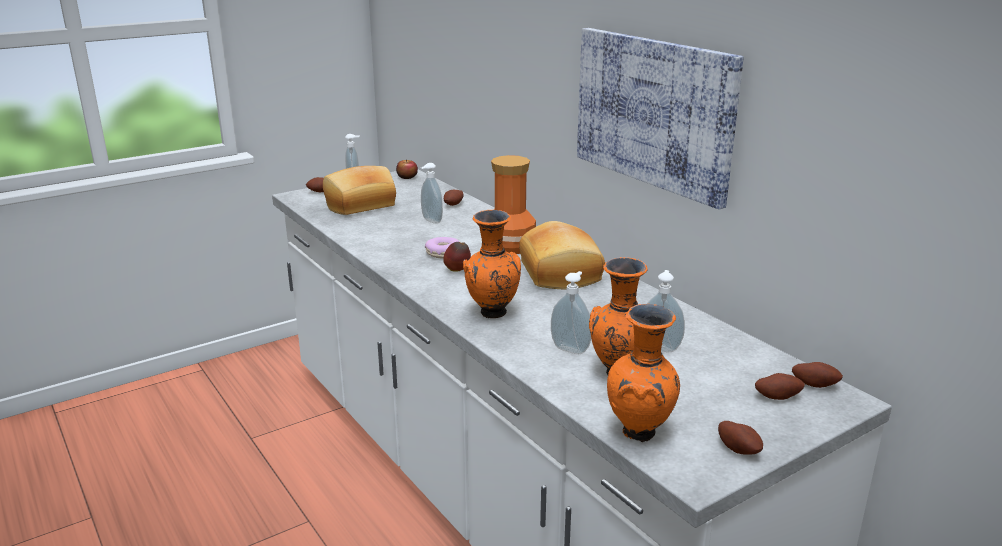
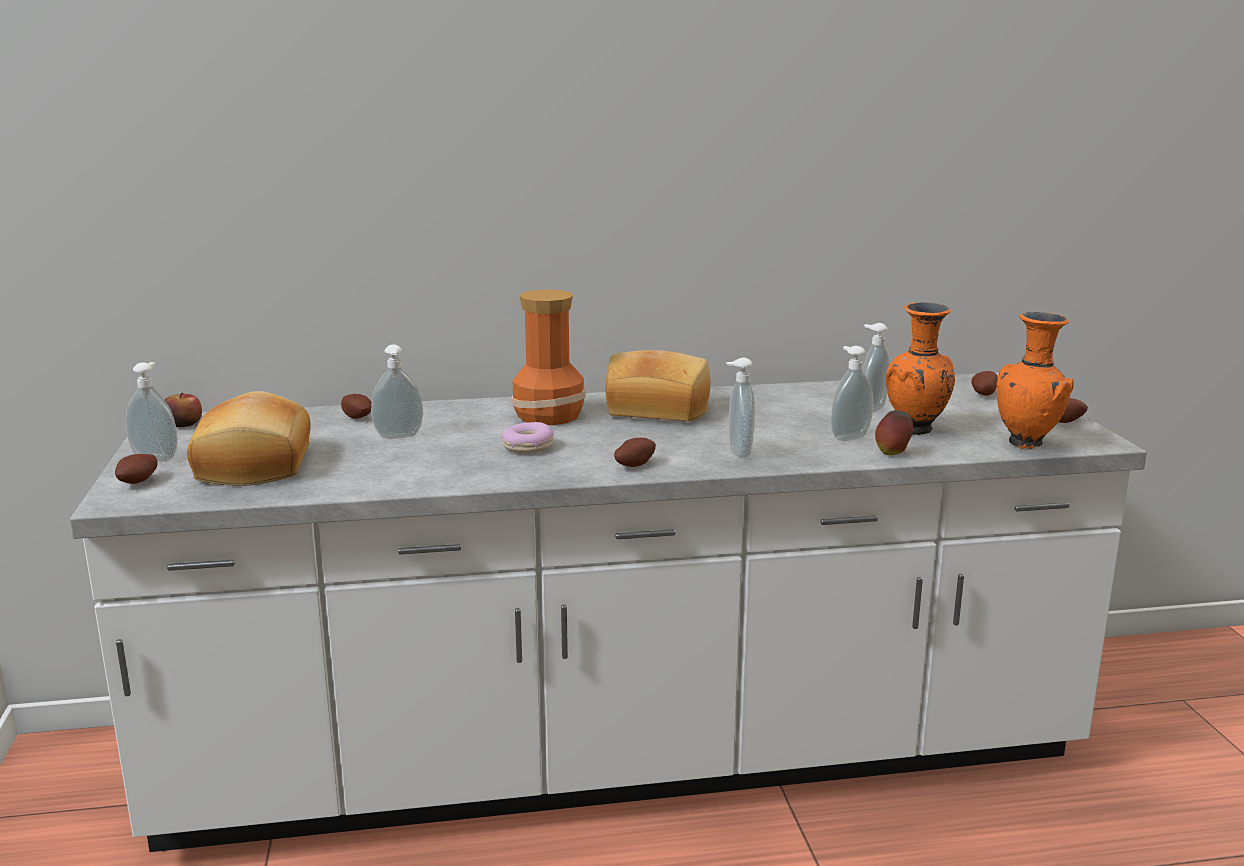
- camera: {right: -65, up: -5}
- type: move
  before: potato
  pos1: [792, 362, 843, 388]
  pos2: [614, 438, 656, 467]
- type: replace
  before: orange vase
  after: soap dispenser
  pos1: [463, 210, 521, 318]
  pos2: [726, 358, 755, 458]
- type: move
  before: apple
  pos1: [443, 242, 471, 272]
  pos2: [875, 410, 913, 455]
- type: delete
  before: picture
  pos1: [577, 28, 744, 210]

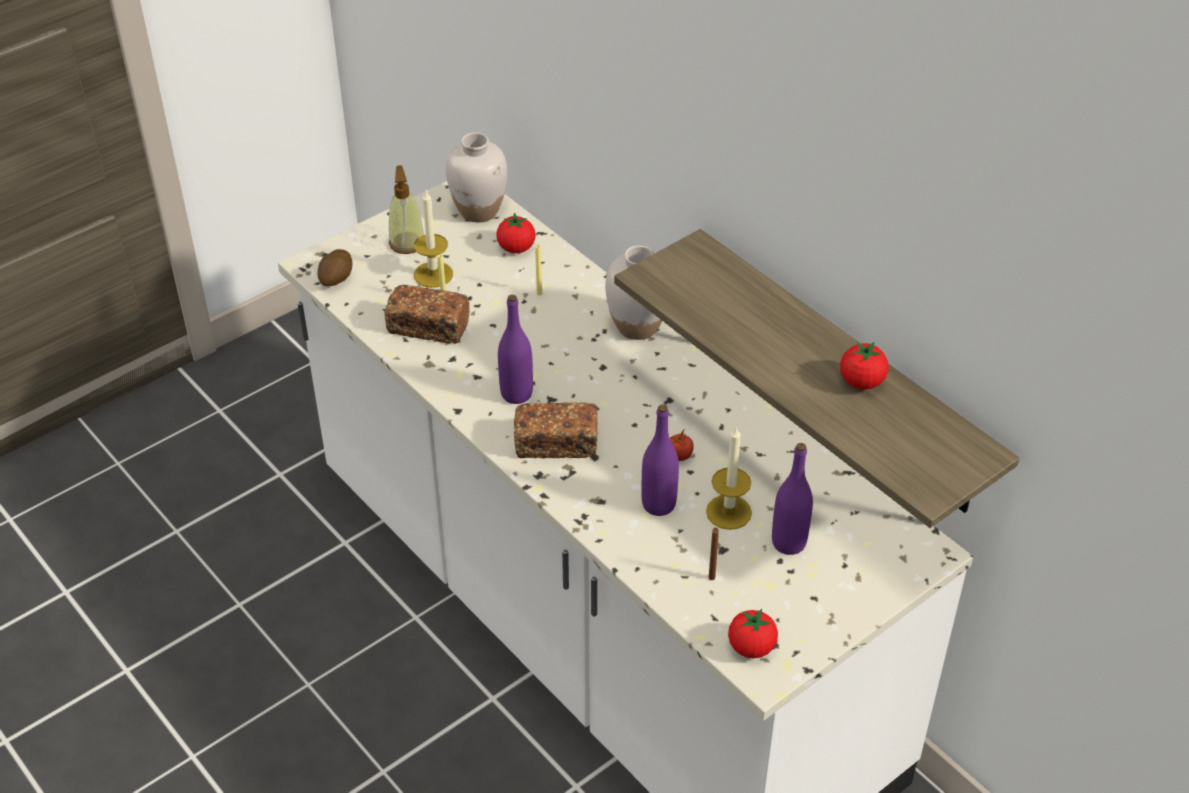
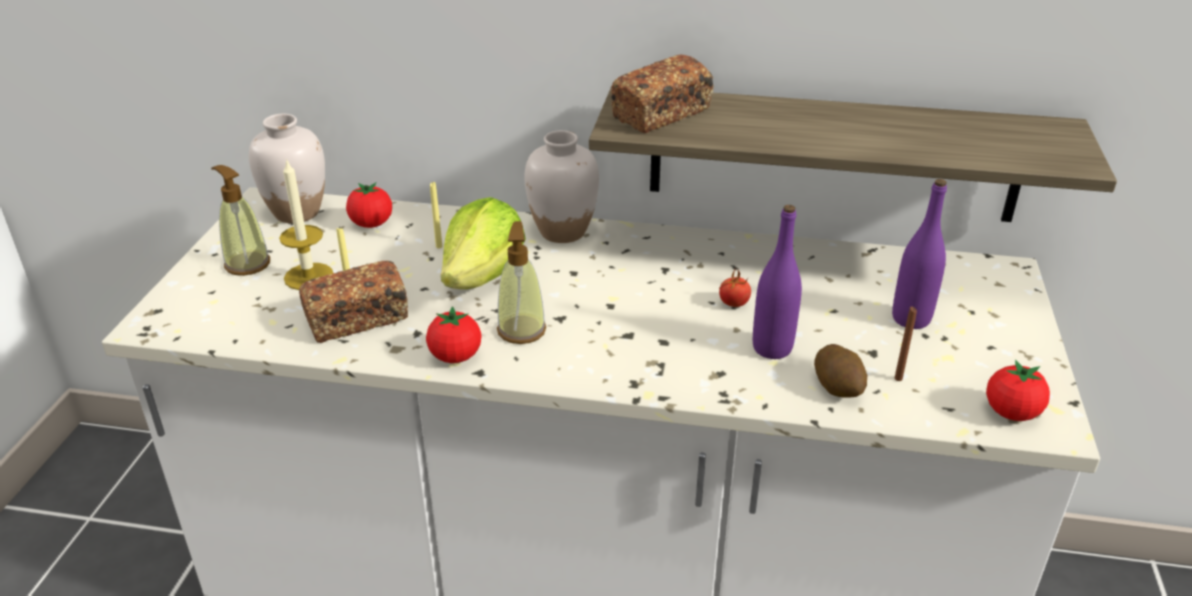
- camera: {right: -40, up: -10}
- type: move
  before: tomato
  pos1: [840, 342, 889, 389]
  pos2: [426, 306, 481, 363]
- type: insert
  after: lettuce
  pos2: [441, 197, 526, 289]
- type: replace
  before: purple bottle
  after: soap dispenser
  pos1: [498, 295, 533, 404]
  pos2: [497, 221, 546, 344]
- type: move
  before: bread
  pos1: [514, 402, 598, 458]
  pos2: [611, 55, 714, 133]
- type: move
  before: potato
  pos1: [317, 249, 352, 286]
  pos2: [814, 344, 867, 398]
- type: delete
  before: candle
  pos1: [706, 427, 752, 530]

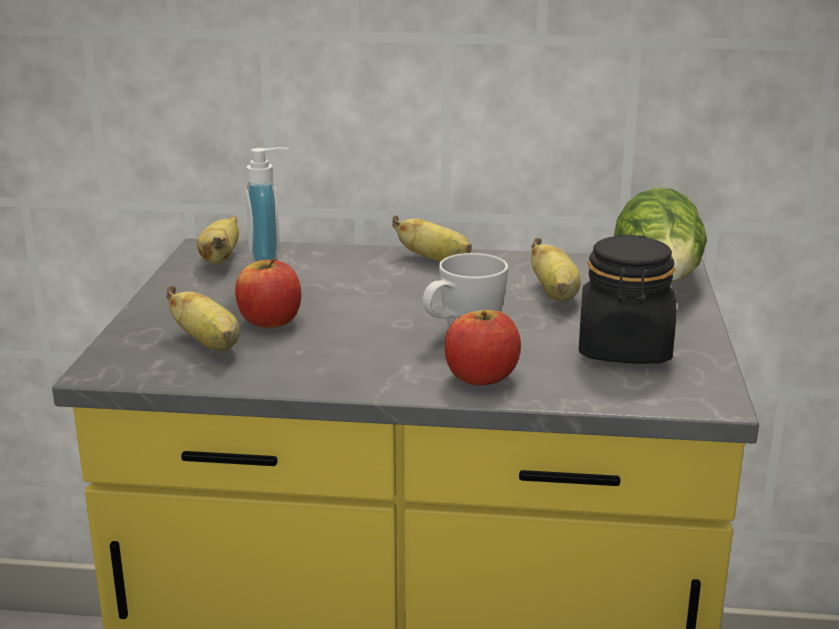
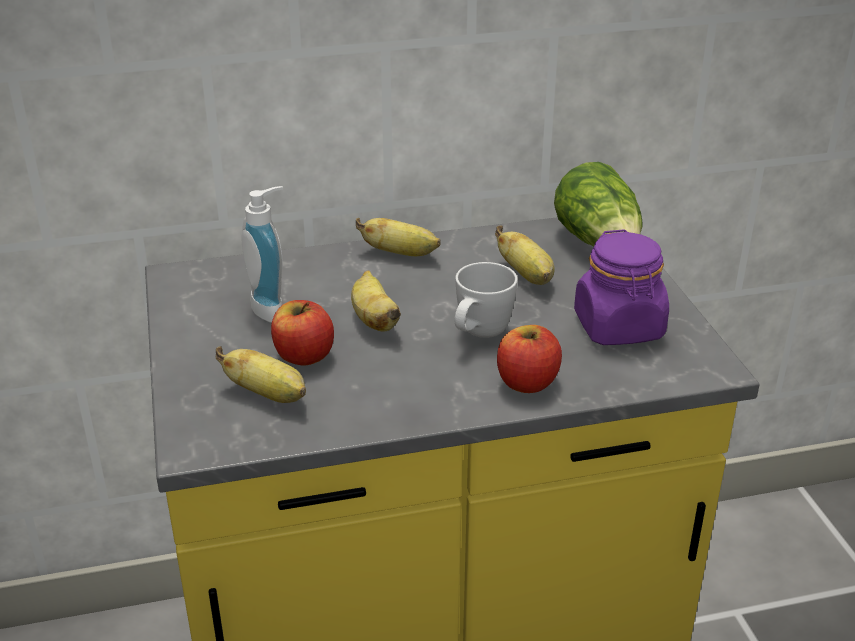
- camera: {right: -20, up: 10}
- type: move
  before: banana
  pos1: [197, 216, 239, 265]
  pos2: [351, 270, 401, 332]
- type: recolor
  before: black jar
  after: purple jar
  pos1: [579, 234, 676, 364]
  pos2: [574, 229, 669, 345]

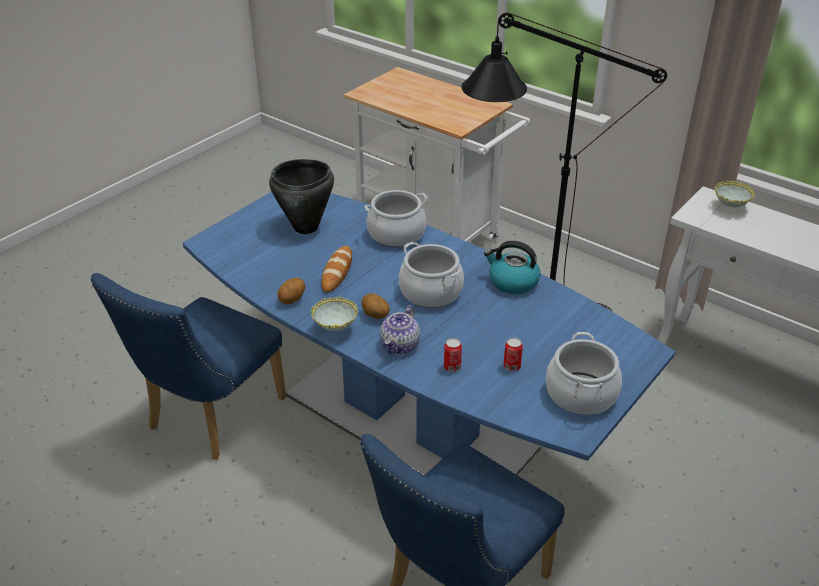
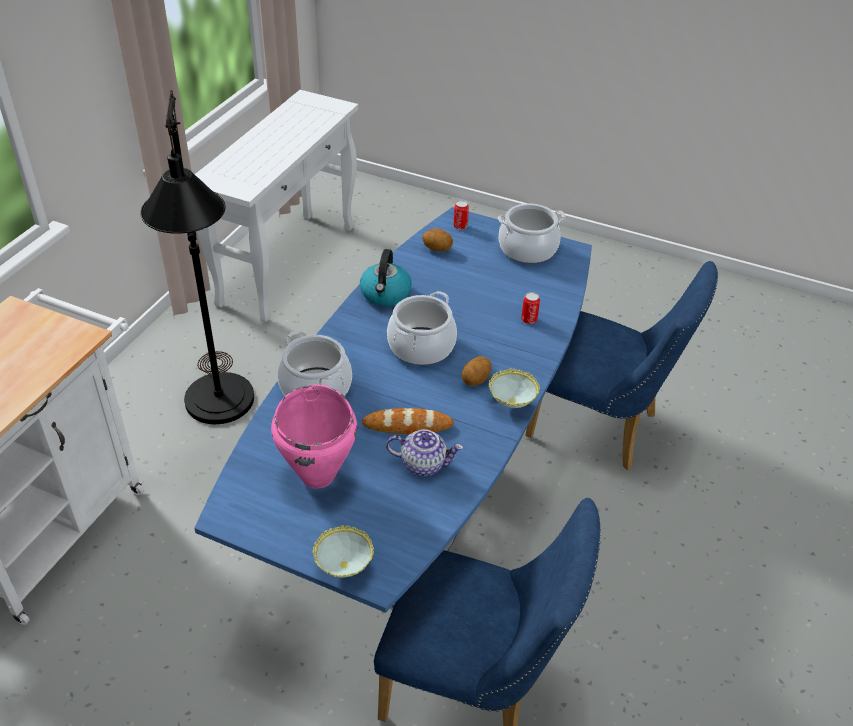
- camera: {right: -105, up: 5}
- type: recolor
  before: black cooking pot
  after: pink cooking pot
  pos1: [269, 159, 334, 234]
  pos2: [271, 384, 357, 489]
- type: move
  before: bowl
  pos1: [714, 181, 755, 209]
  pos2: [313, 525, 374, 578]
- type: move
  before: teapot
  pos1: [380, 305, 420, 354]
  pos2: [386, 429, 463, 476]
- type: move
  before: potato
  pos1: [277, 278, 305, 304]
  pos2: [422, 229, 453, 251]
- type: move
  before: can
  pos1: [503, 338, 523, 371]
  pos2: [453, 200, 469, 230]

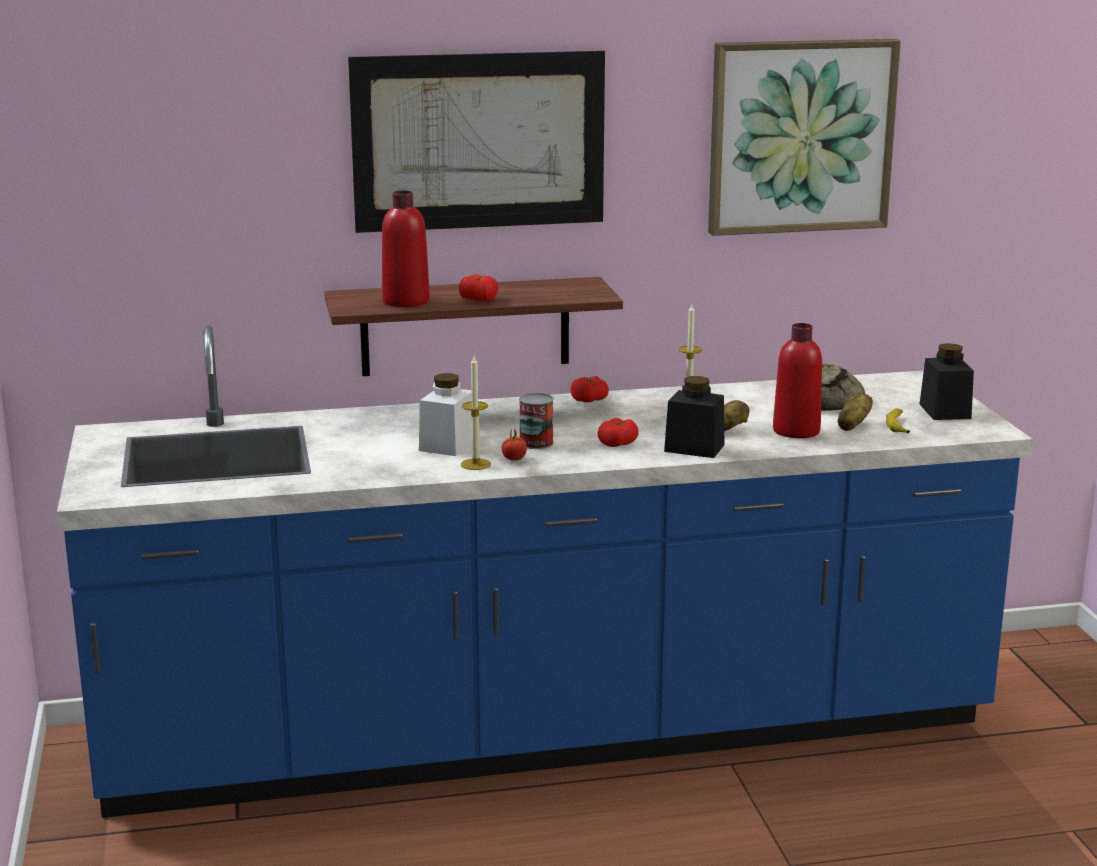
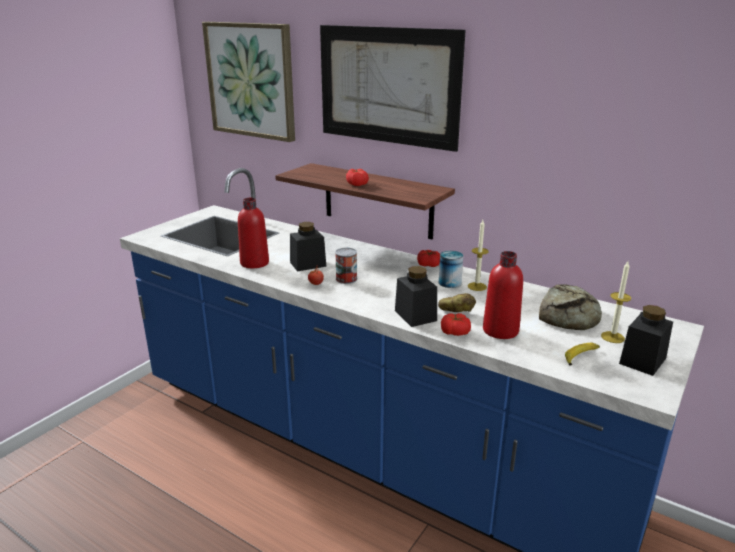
- camera: {right: 45, up: 5}
- type: move
  before: picture
  pos1: [708, 39, 901, 236]
  pos2: [202, 22, 295, 142]
- type: move
  before: red bottle
  pos1: [382, 190, 430, 307]
  pos2: [238, 198, 269, 268]
- type: recolor
  before: white jar
  after: black jar
  pos1: [419, 373, 472, 456]
  pos2: [290, 222, 326, 272]
- type: insert
  after: can
  pos2: [439, 251, 463, 288]
- type: move
  before: tomato
  pos1: [597, 418, 639, 447]
  pos2: [441, 313, 471, 336]
- type: move
  before: candle
  pos1: [461, 356, 491, 470]
  pos2: [601, 261, 631, 343]
- type: delete
  before: potato
  pos1: [838, 393, 873, 431]

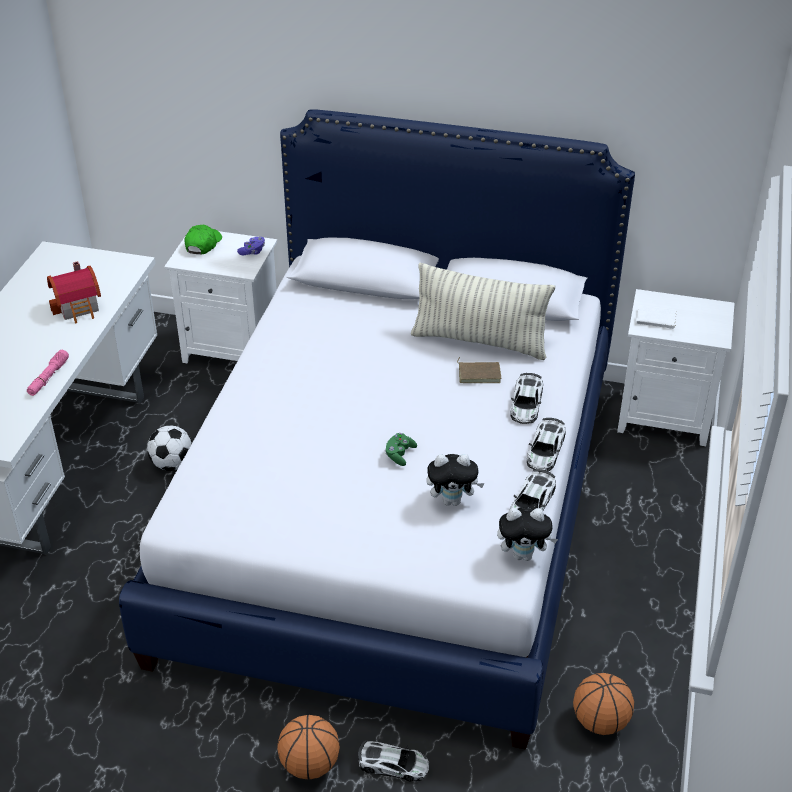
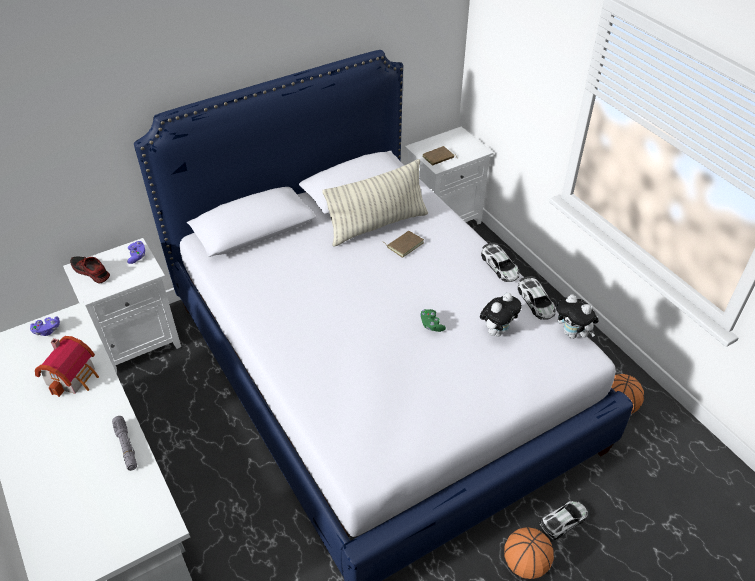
- camera: {right: -45, up: 5}
- type: insert
  after: purple game controller
  pos2: [30, 317, 60, 336]
- type: replace
  before: green cap
  after: shoe
  pos1: [184, 225, 222, 254]
  pos2: [70, 256, 110, 283]
- type: recolor
  before: pink flashlight
  after: grey flashlight
  pos1: [27, 350, 69, 396]
  pos2: [112, 416, 137, 471]
- type: recolor
  before: white book
  after: brown book
  pos1: [636, 305, 676, 331]
  pos2: [423, 146, 458, 166]
- type: rotate
  before: plush toy
  pos1: [497, 507, 558, 561]
  pos2: [556, 294, 599, 339]
  turn: 90
- type: delete
  before: football
  pos1: [147, 426, 192, 471]
- type: delete
  before: toy car
  pos1: [510, 373, 543, 424]

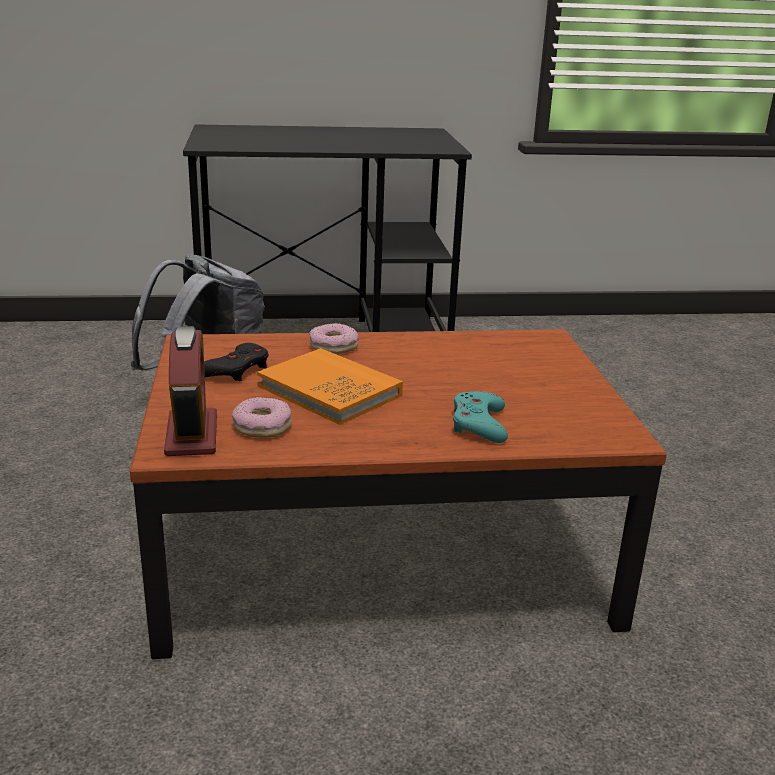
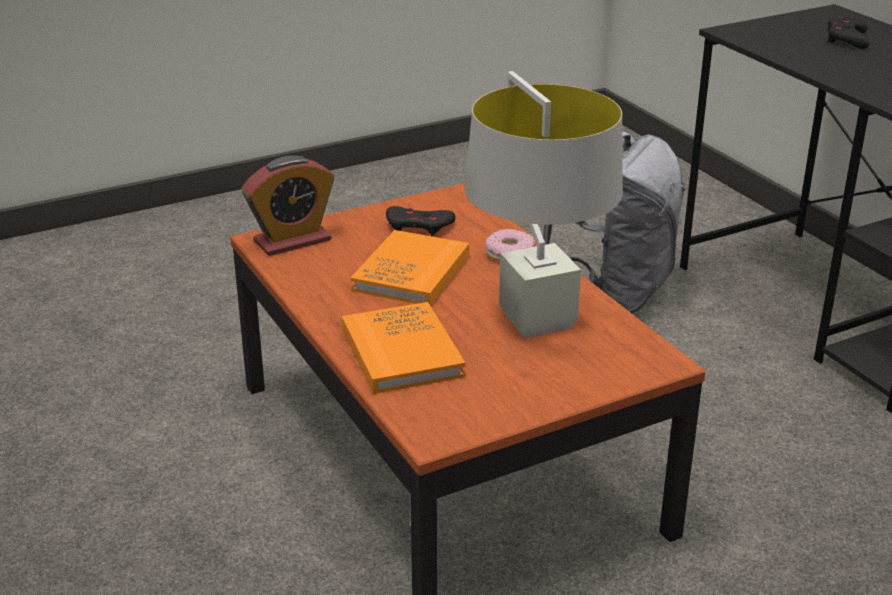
- camera: {right: 70, up: 5}
- type: replace
  before: turquoise game controller
  after: orange book
  pos1: [453, 391, 508, 443]
  pos2: [342, 302, 465, 394]
- type: insert
  after: grey table lamp
  pos2: [465, 71, 623, 338]
- type: insert
  after: black game controller
  pos2: [827, 17, 870, 49]
- type: delete
  before: donut
  pos1: [232, 397, 292, 438]

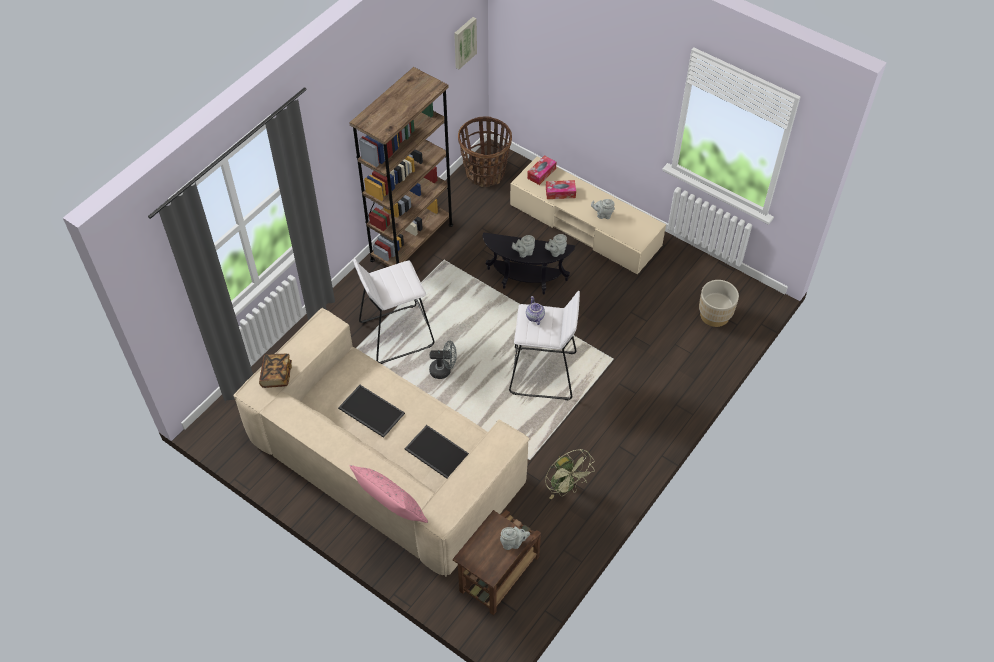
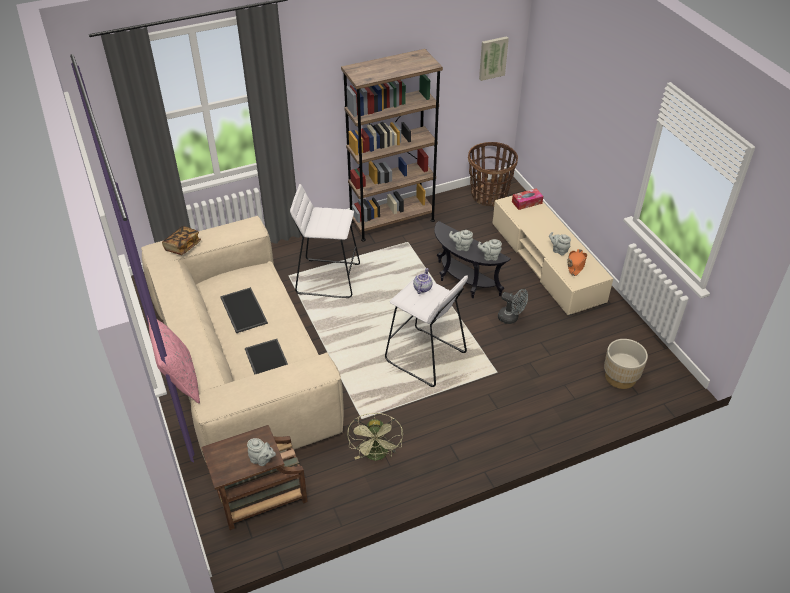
- camera: {right: 30, up: -10}
- type: move
  before: grey fan
  pos1: [429, 341, 457, 379]
  pos2: [498, 289, 528, 324]
- type: insert
  after: orange hat
  pos2: [568, 249, 587, 276]
- type: delete
  before: tissue box
  pos1: [546, 180, 576, 199]

